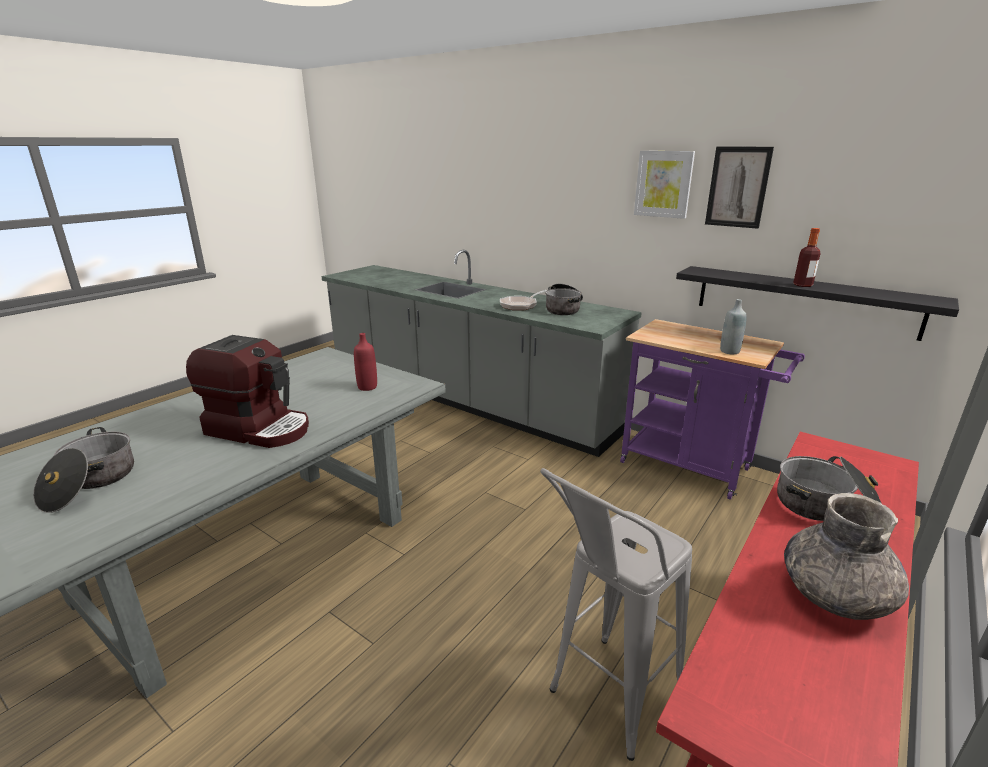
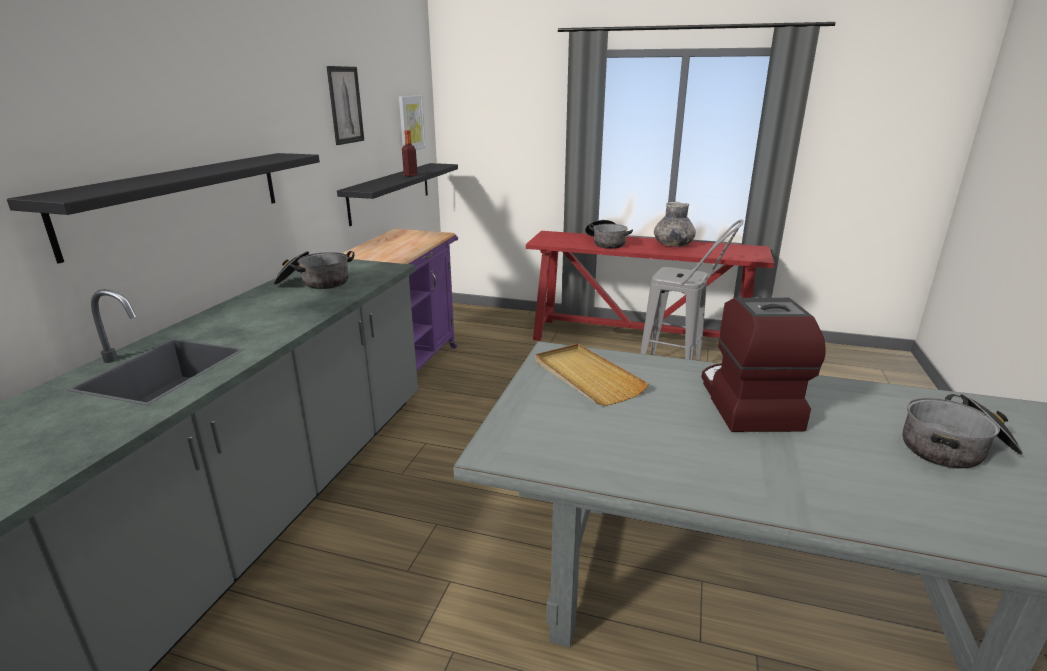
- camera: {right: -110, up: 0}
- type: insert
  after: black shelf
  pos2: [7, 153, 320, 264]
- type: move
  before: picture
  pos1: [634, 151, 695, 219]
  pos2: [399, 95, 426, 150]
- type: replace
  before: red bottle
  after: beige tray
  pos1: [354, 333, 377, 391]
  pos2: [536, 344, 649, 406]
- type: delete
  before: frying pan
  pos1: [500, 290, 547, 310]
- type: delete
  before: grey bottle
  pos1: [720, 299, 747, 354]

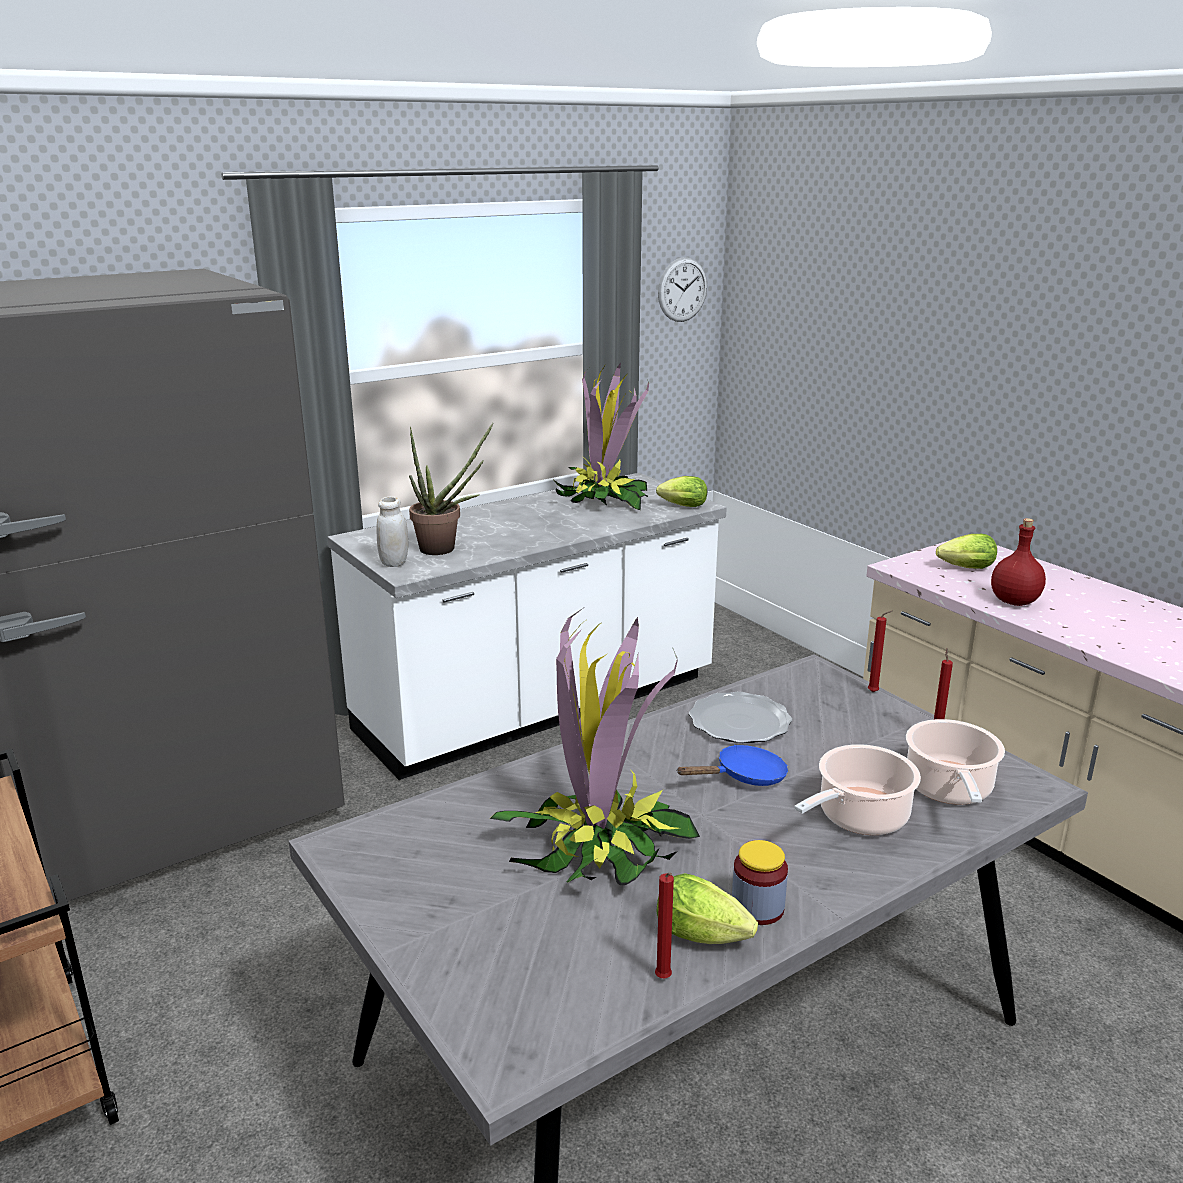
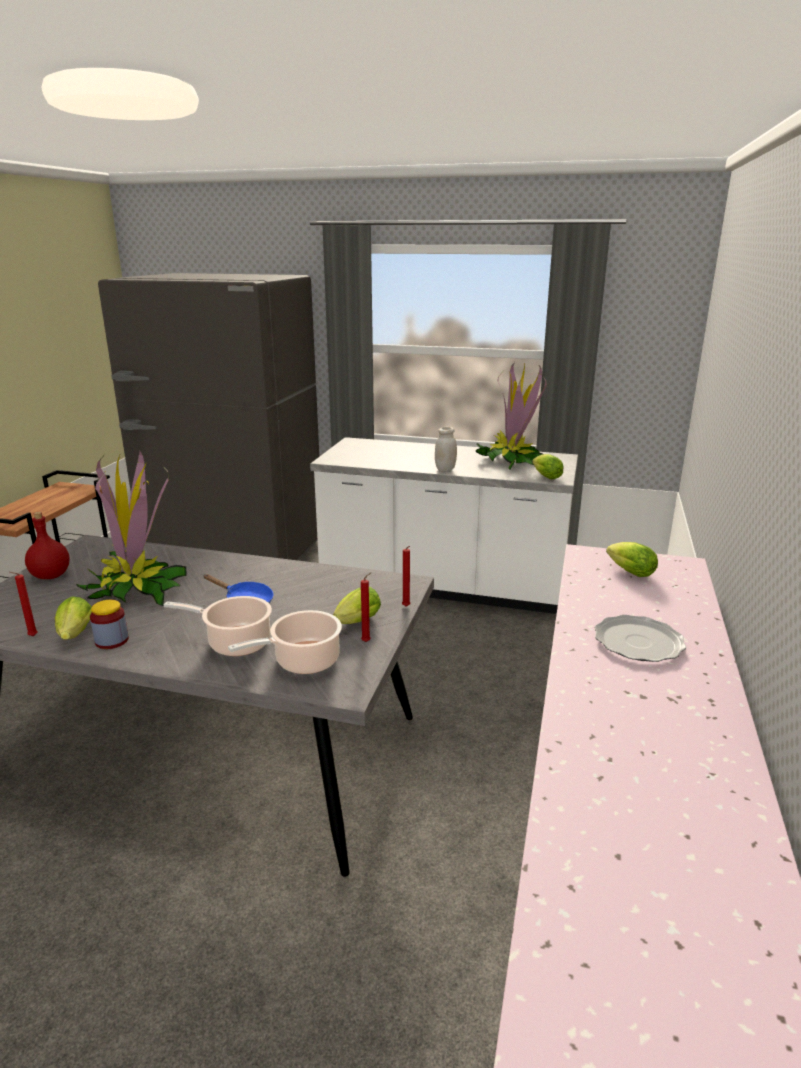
- camera: {right: 50, up: 0}
- type: move
  before: red bottle
  pos1: [991, 518, 1046, 606]
  pos2: [25, 512, 70, 579]
- type: insert
  after: lettuce
  pos2: [333, 587, 381, 624]
- type: move
  before: white jar
  pos1: [376, 496, 408, 567]
  pos2: [435, 427, 457, 471]
- type: move
  before: plate
  pos1: [689, 691, 792, 743]
  pos2: [594, 615, 686, 662]
- type: delete
  before: potted plant
  pos1: [409, 423, 493, 555]
- type: delete
  before: wall clock
  pos1: [658, 257, 707, 322]

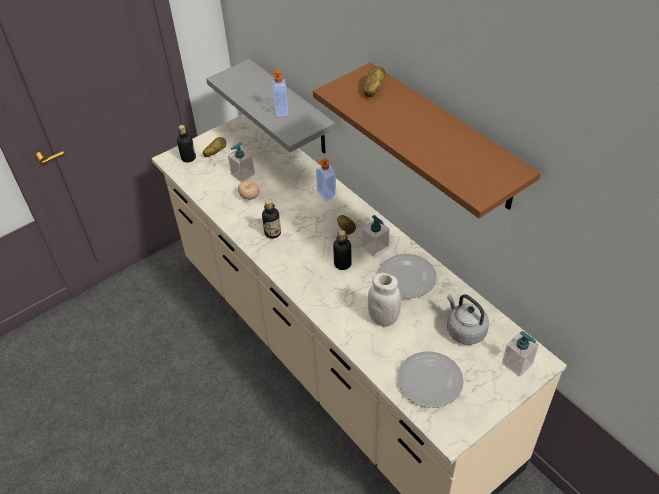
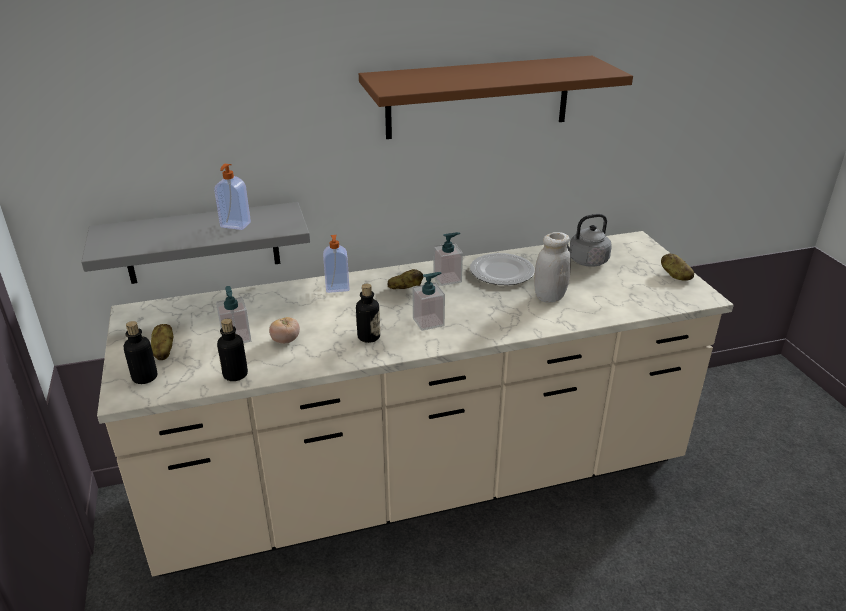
- camera: {right: -70, up: -15}
- type: move
  before: bottle
  pos1: [333, 230, 352, 270]
  pos2: [217, 319, 248, 381]
- type: move
  before: soap dispenser
  pos1: [502, 331, 539, 377]
  pos2: [413, 272, 445, 331]
- type: move
  before: potato
  pos1: [363, 66, 385, 97]
  pos2: [661, 253, 694, 280]
- type: delete
  before: plate
  pos1: [397, 351, 464, 408]

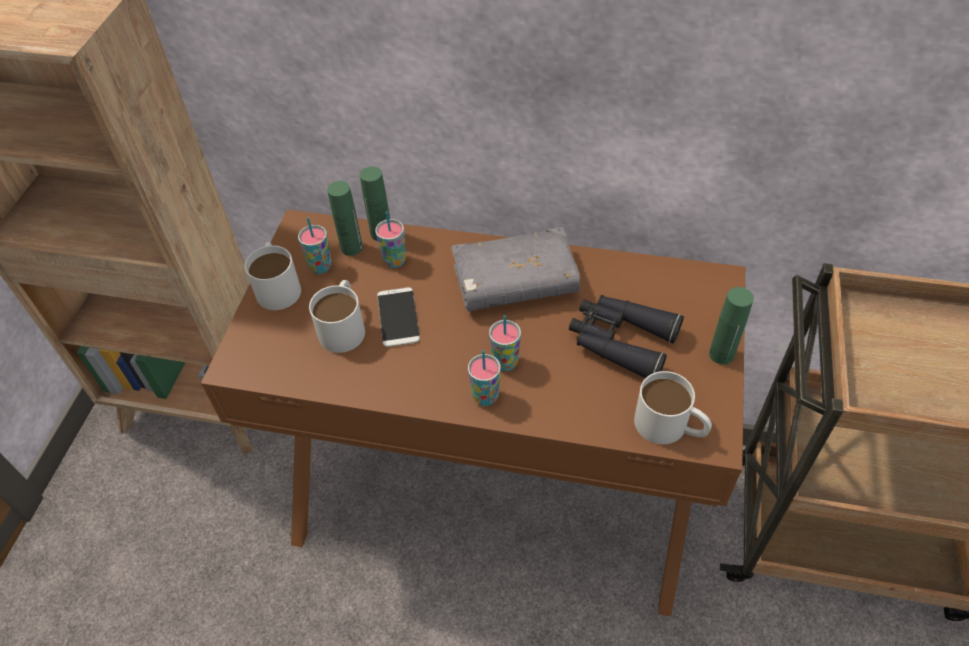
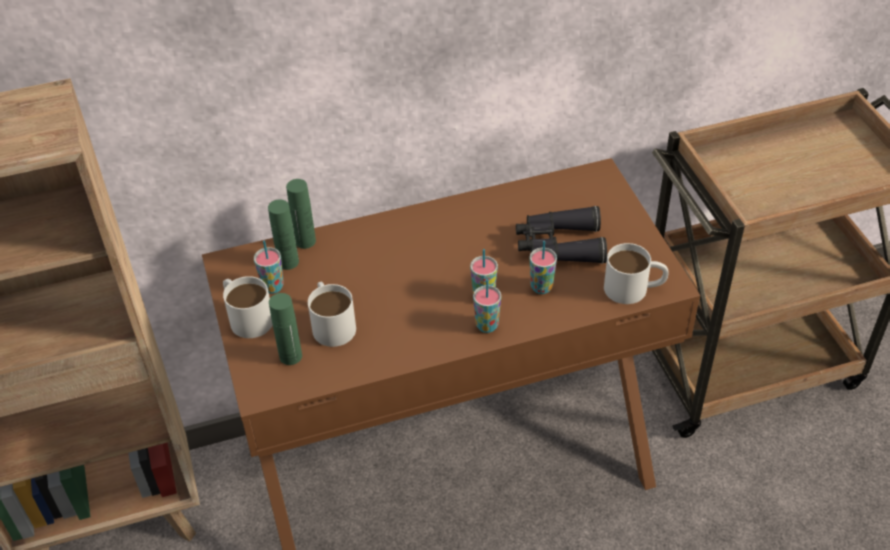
- camera: {right: -30, up: -5}
- type: move
  before: green bottle
  pos1: [709, 287, 754, 365]
  pos2: [269, 293, 302, 365]
- type: move
  before: cup
  pos1: [375, 211, 406, 268]
  pos2: [529, 241, 557, 294]
- type: delete
  before: phone
  pos1: [377, 287, 420, 347]
- type: delete
  before: grey book
  pos1: [451, 227, 580, 311]

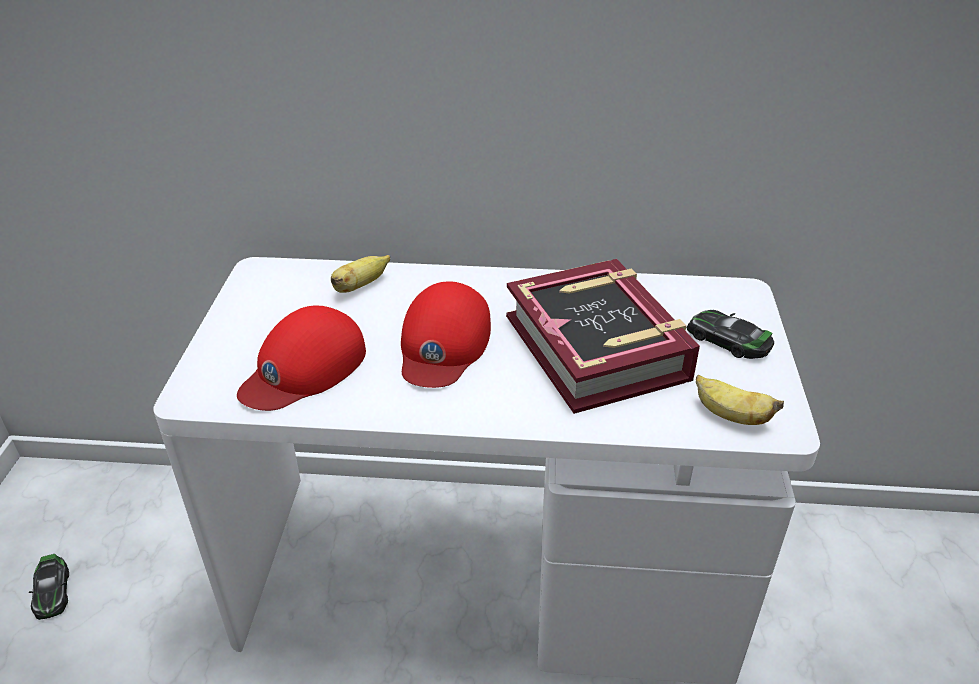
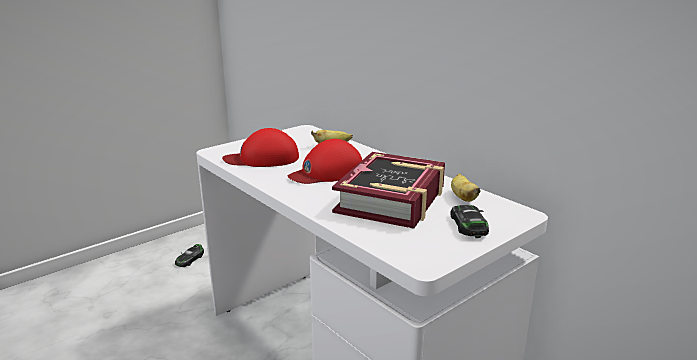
- camera: {right: 45, up: -15}
- type: move
  before: banana
  pos1: [696, 375, 784, 425]
  pos2: [451, 173, 481, 202]

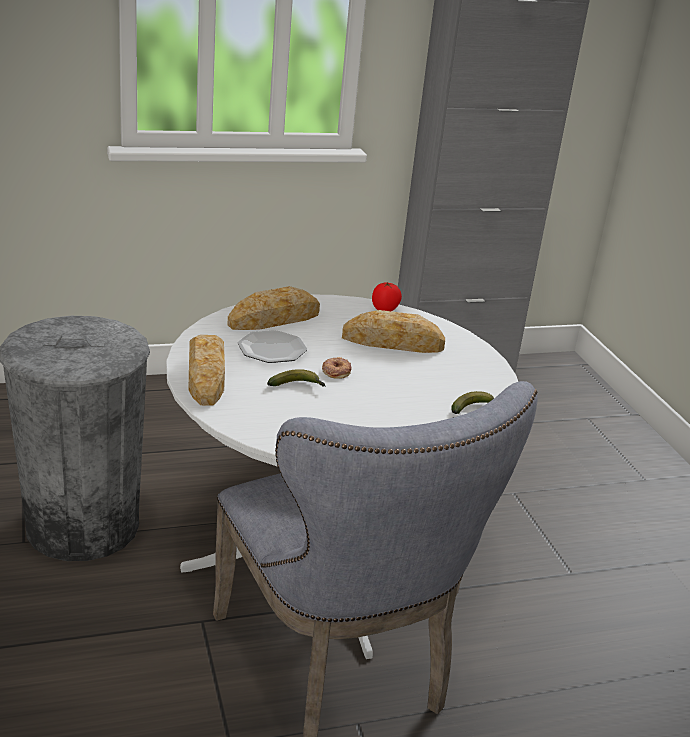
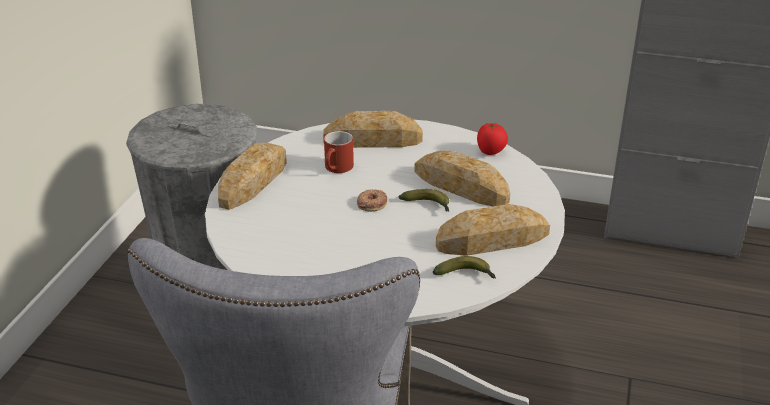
- camera: {right: 35, up: 5}
- type: replace
  before: plate
  after: red mug
  pos1: [238, 330, 307, 363]
  pos2: [324, 131, 354, 173]
- type: move
  before: banana
  pos1: [267, 369, 326, 387]
  pos2: [399, 189, 449, 212]
- type: insert
  after: bread
  pos2: [436, 204, 550, 256]

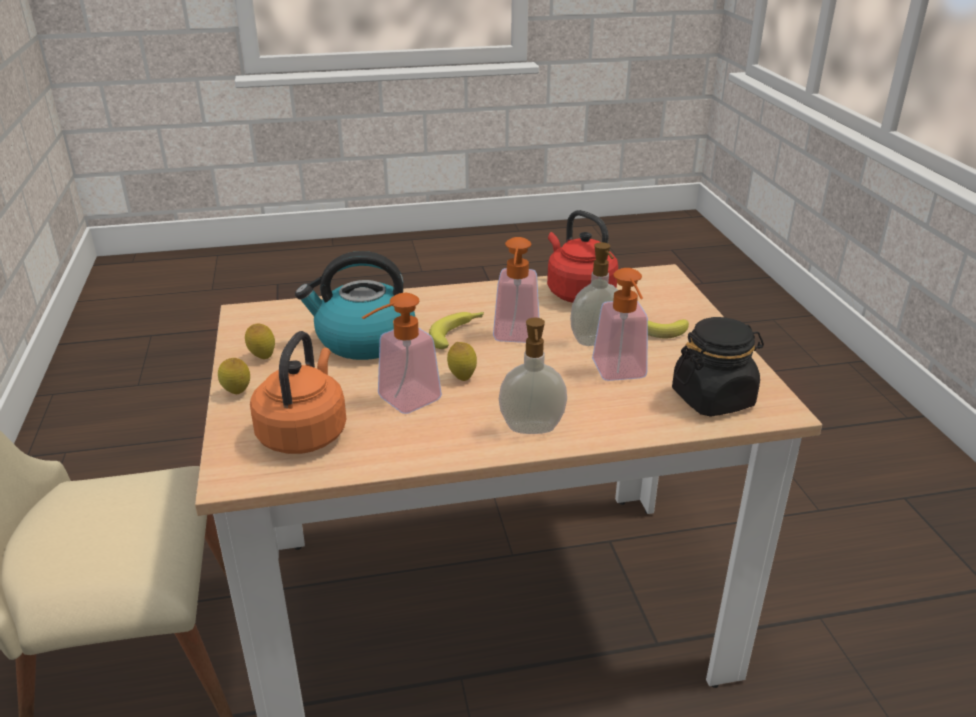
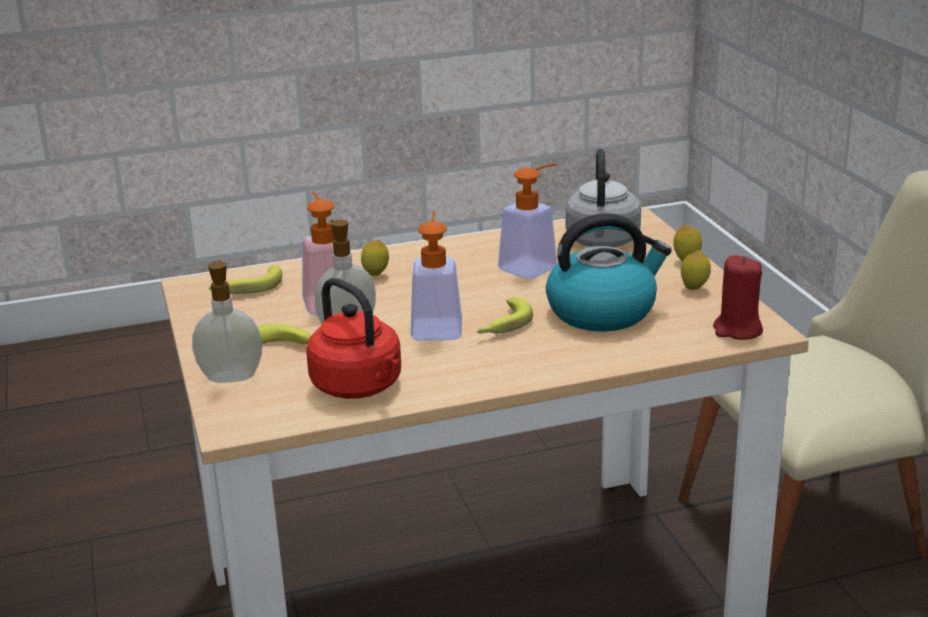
- camera: {right: 175, up: -5}
- type: move
  before: soap dispenser
  pos1: [499, 318, 567, 434]
  pos2: [192, 260, 262, 383]
- type: replace
  before: black jar
  after: banana
  pos1: [672, 317, 764, 417]
  pos2: [208, 265, 282, 294]
- type: move
  before: lemon
  pos1: [447, 342, 477, 381]
  pos2: [361, 240, 389, 276]
- type: recolor
  before: orange kettle
  after: grey kettle
  pos1: [250, 331, 346, 454]
  pos2: [566, 149, 641, 247]
- type: insert
  after: red candle
  pos2: [713, 255, 763, 340]

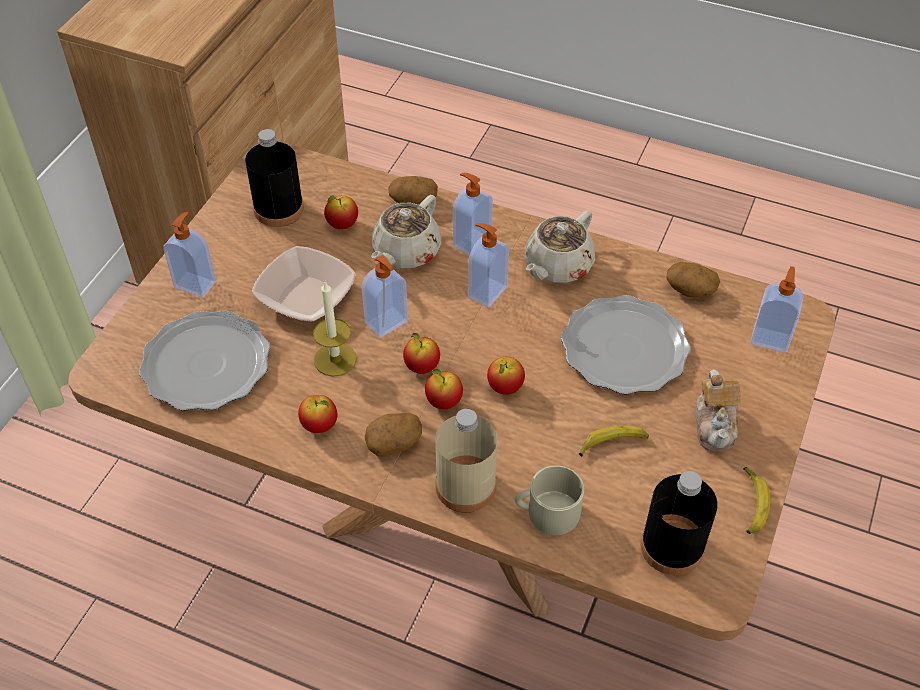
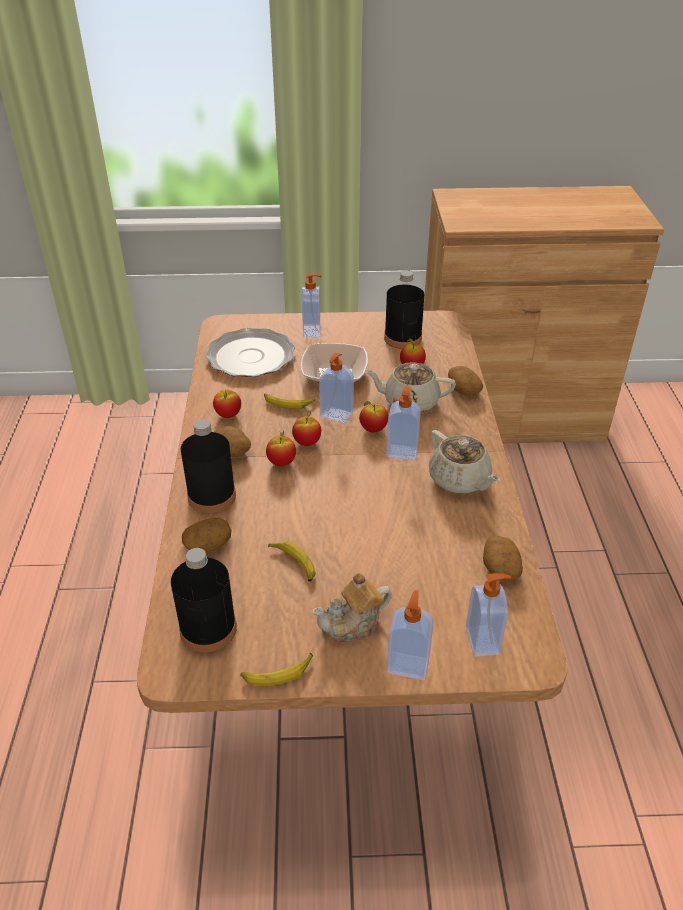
- camera: {right: 65, up: -10}
- type: recolor
  before: beige bottle
  after: black bottle
  pos1: [435, 409, 497, 513]
  pos2: [181, 419, 236, 513]
- type: replace
  before: beige mug
  after: potato
  pos1: [515, 465, 584, 535]
  pos2: [182, 518, 232, 552]
- type: replace
  before: candle
  after: banana
  pos1: [313, 282, 357, 377]
  pos2: [264, 393, 315, 409]
- type: move
  before: apple
  pos1: [487, 356, 525, 395]
  pos2: [359, 401, 388, 433]
- type: move
  before: soap dispenser
  pos1: [453, 173, 493, 255]
  pos2: [387, 590, 434, 680]
- type: rotate
  before: beige teapot
  pos1: [525, 210, 595, 283]
  pos2: [429, 430, 500, 494]
  turn: -135
- type: delete
  before: plate
  pos1: [561, 295, 691, 395]

